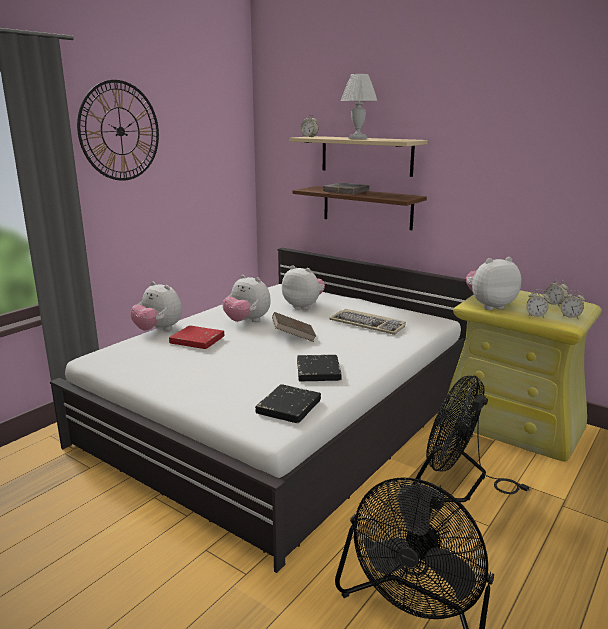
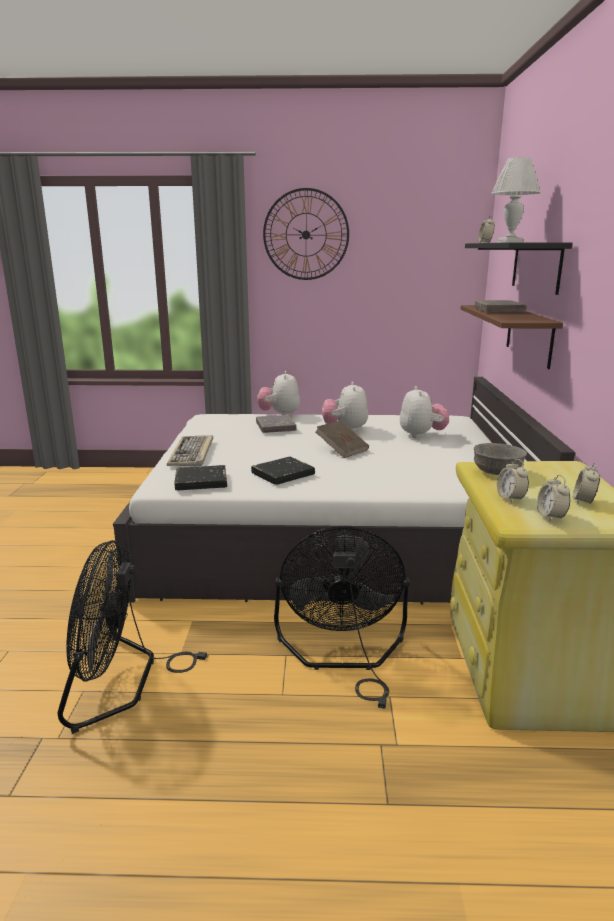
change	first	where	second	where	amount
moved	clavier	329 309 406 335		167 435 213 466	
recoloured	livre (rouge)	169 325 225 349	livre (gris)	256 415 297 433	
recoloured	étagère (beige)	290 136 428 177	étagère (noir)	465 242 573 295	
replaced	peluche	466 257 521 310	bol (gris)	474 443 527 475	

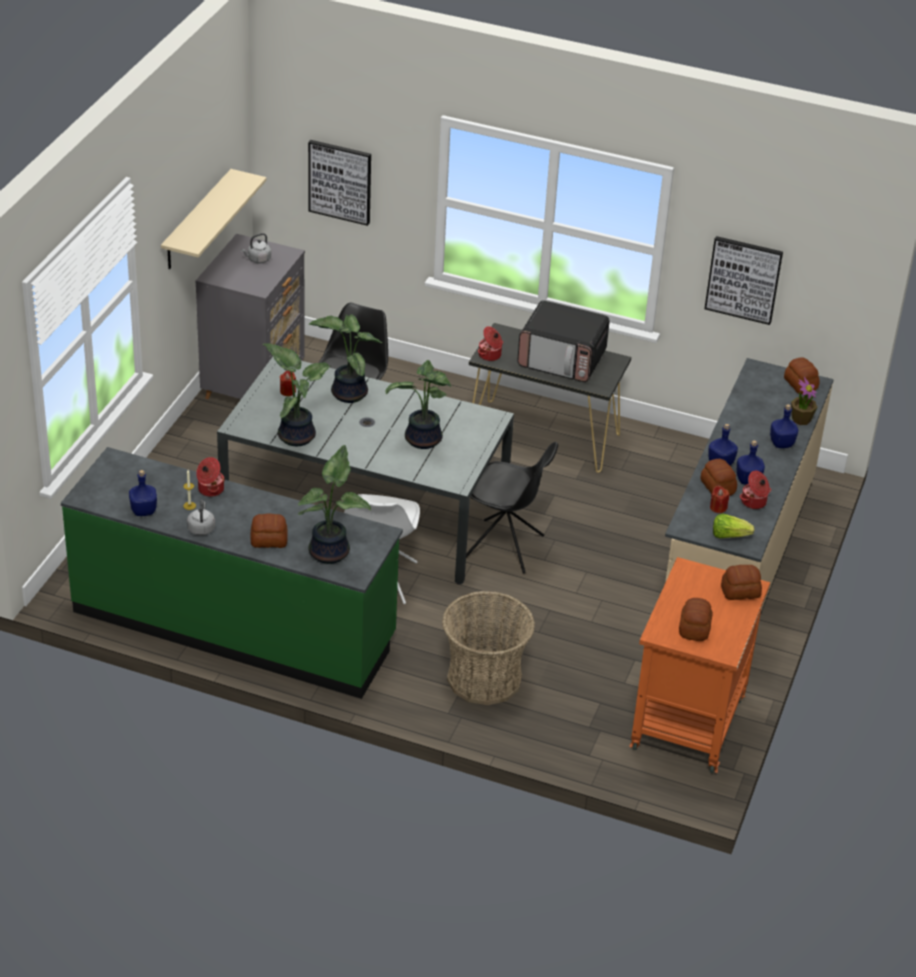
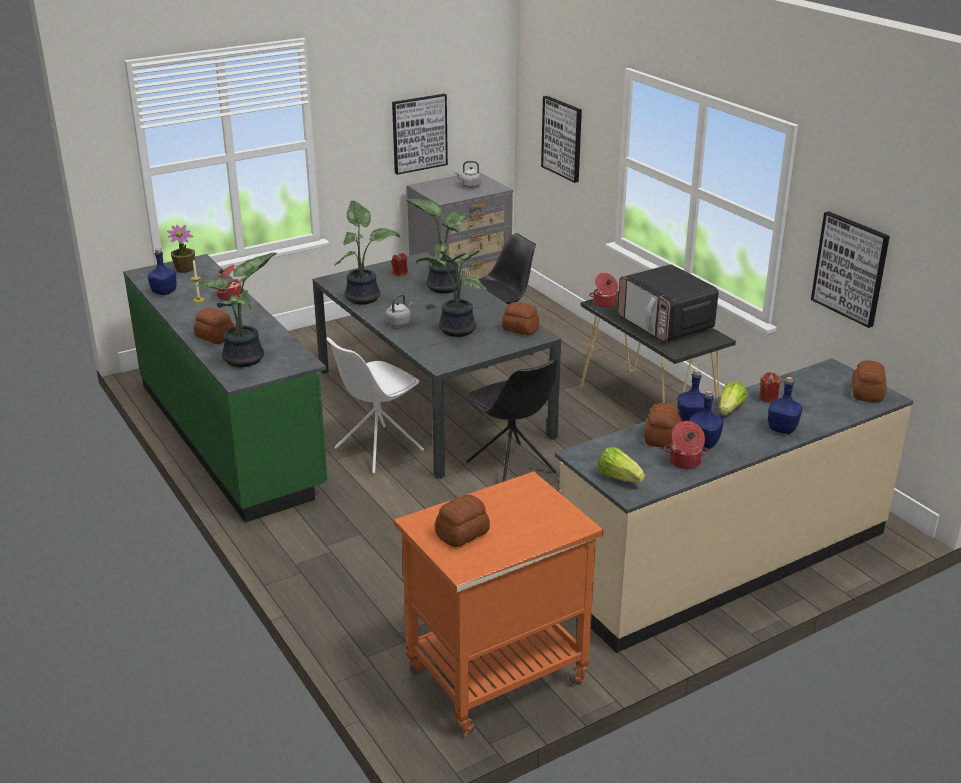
change	first	where	second	where	amount
moved	plante en pot	791 377 817 425		167 225 195 273	
moved	bouilloire (gris)	187 500 215 535		385 294 413 327	
replaced	étagère (beige)	161 169 267 269	tableau	392 94 448 175	
moved	pain	721 565 762 600		502 302 539 335	
added			laitue	719 381 748 415	
moved	bougie (rouge)	710 486 729 513		759 372 780 403	
removed	panier	442 591 535 705			

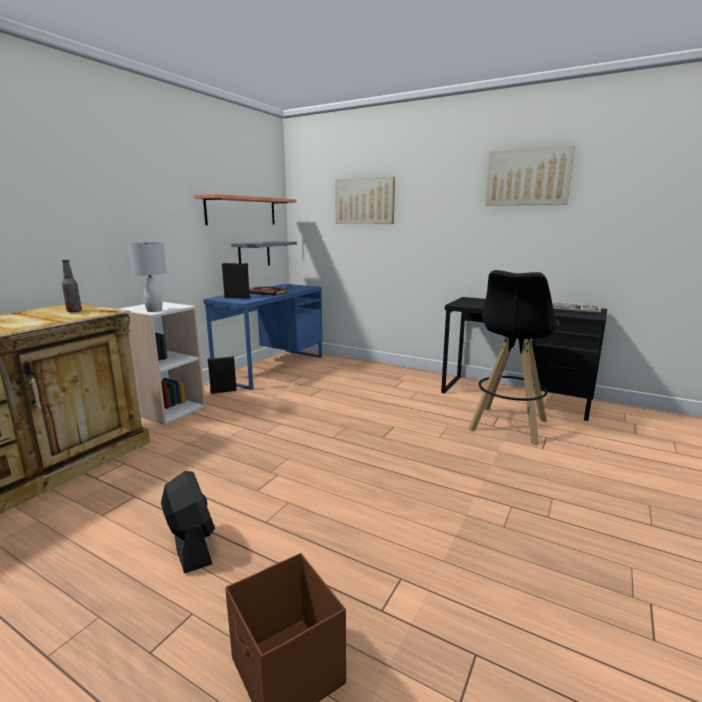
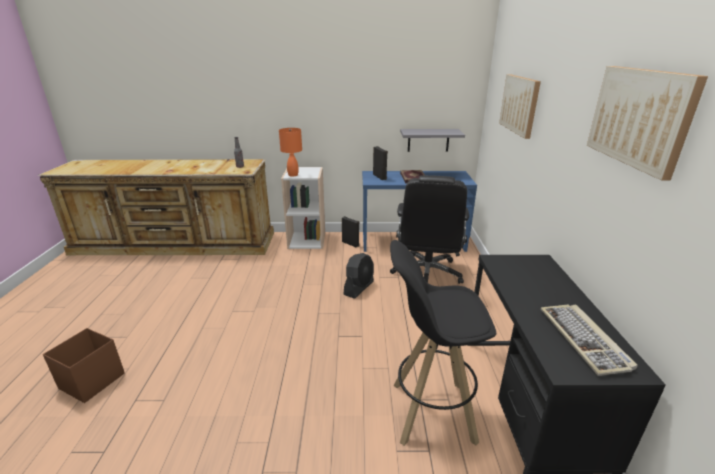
change	first	where	second	where	amount
recoloured	lampe de table (blanc)	128 242 167 312	lampe de table (orange)	279 128 302 177	
moved	ventilateur (noir)	161 471 215 574		343 253 374 299	
added			chaise de bureau (noir)	390 175 469 284	
removed	étagère	194 194 297 225			

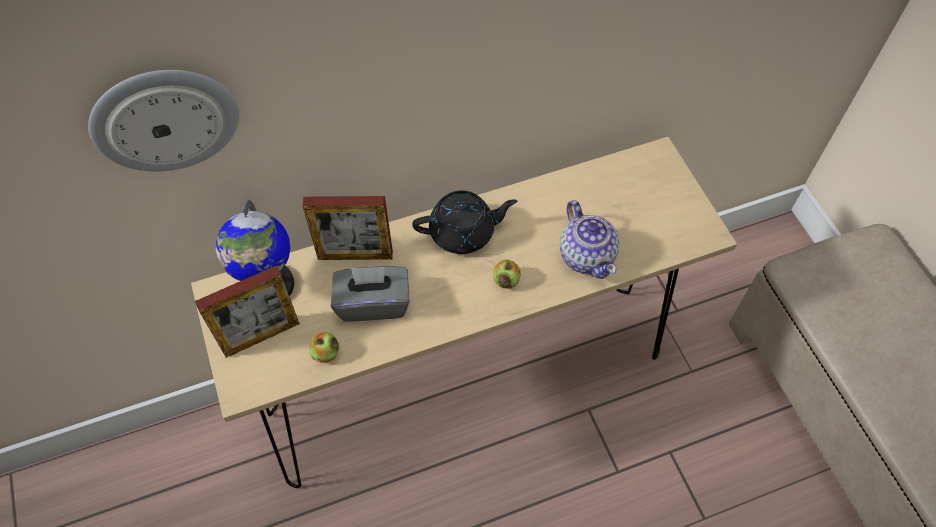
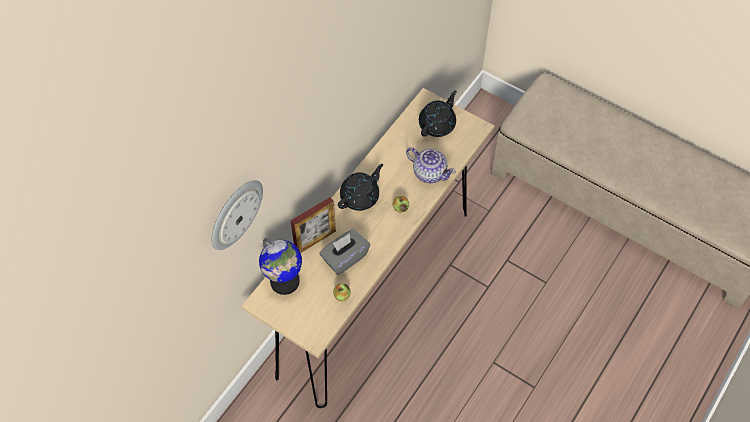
change	first	where	second	where	amount
added			théière (noir)	419 90 456 137	
removed	cadre photo	195 265 300 358			

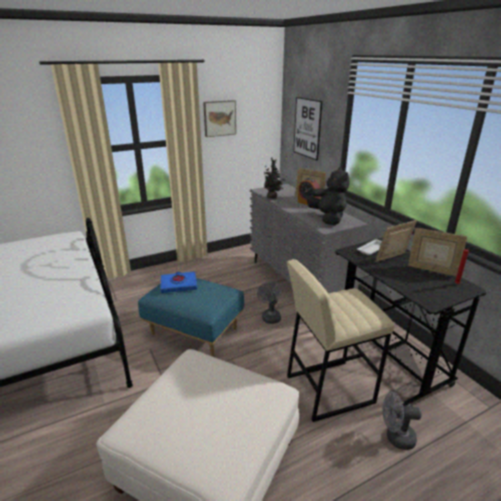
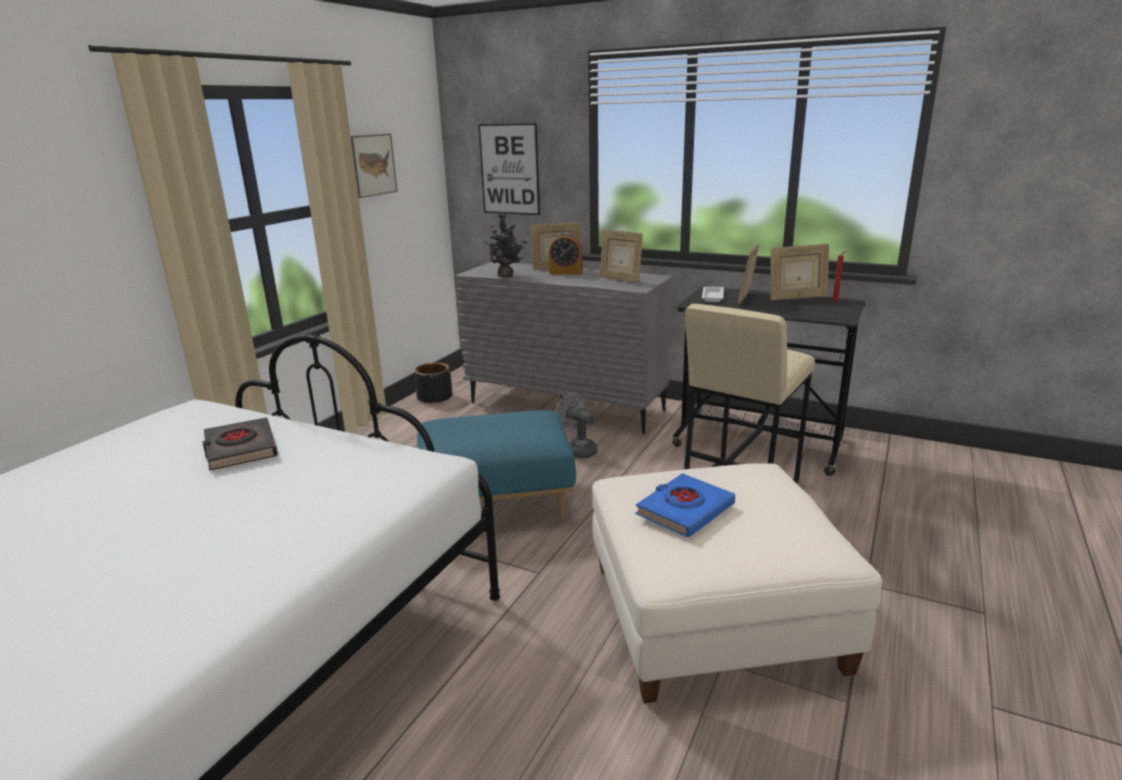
change	first	where	second	where	amount
added			livre (noir)	203 418 278 471	
added			cache-pot (noir)	414 362 453 403	
replaced	peluche (noir)	307 167 349 225	cadre photo	600 230 643 283	
moved	livre (bleu)	160 271 197 293		635 473 735 538	
removed	ventilateur (gris)	382 391 422 450			

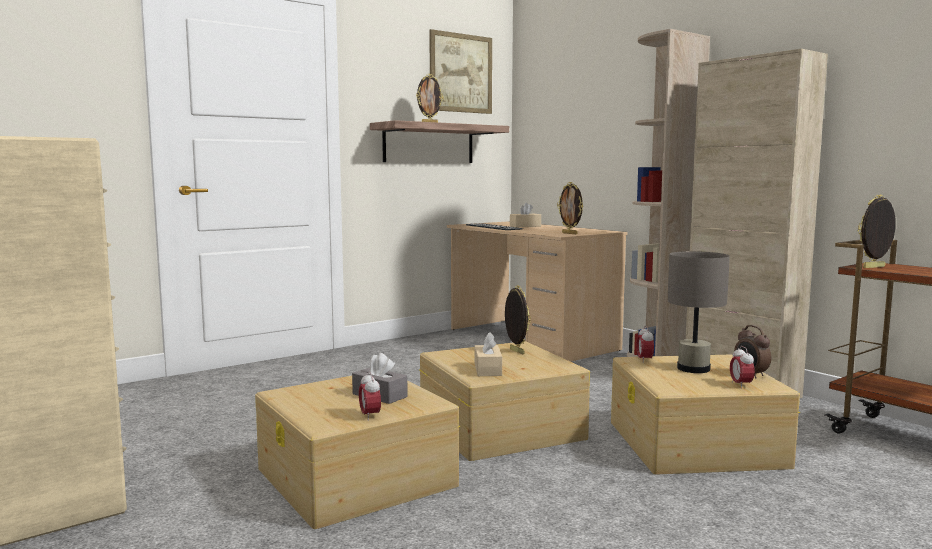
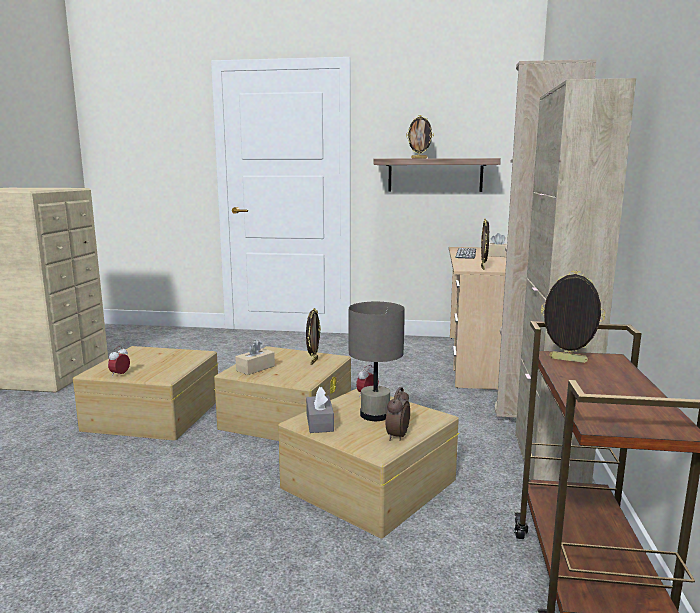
change	first	where	second	where	amount
moved	boîte à mouchoirs (gris)	352 353 408 404		306 387 334 433	
removed	tableau	429 29 492 114			
removed	réveil	730 346 755 389			

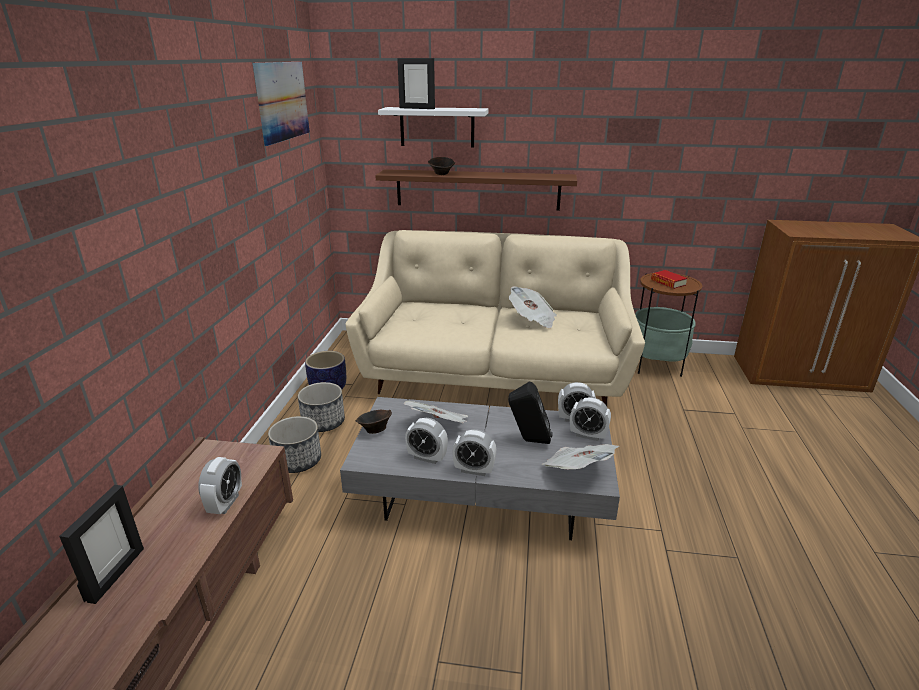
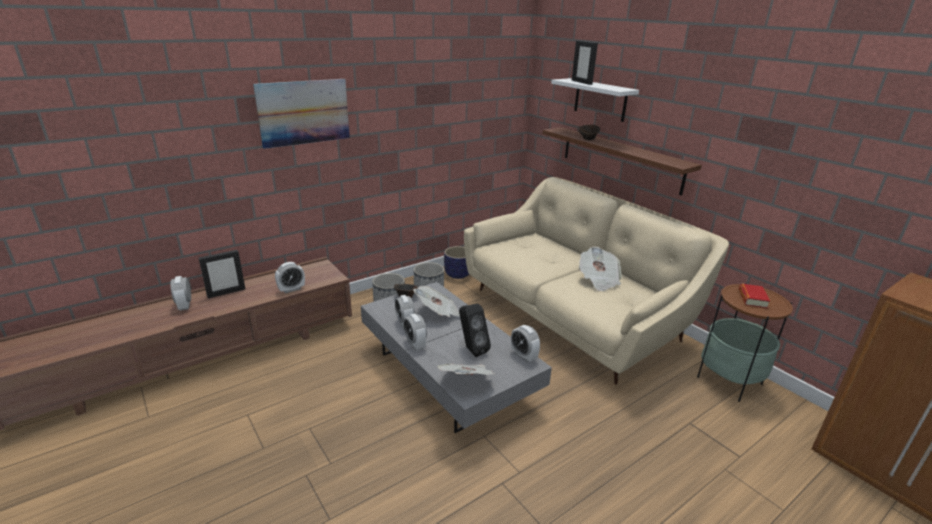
change	first	where	second	where	amount
moved	réveil	570 397 611 441		170 276 191 311	
moved	tableau	253 62 310 146		253 79 350 149	

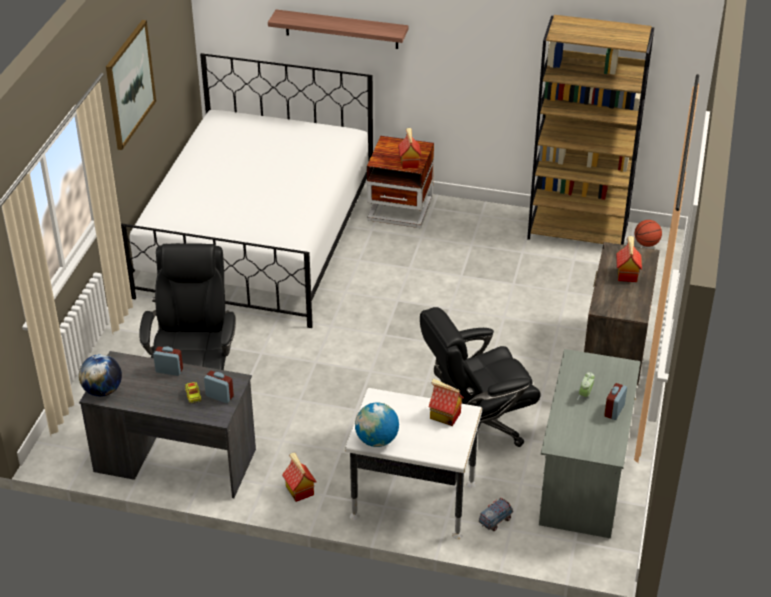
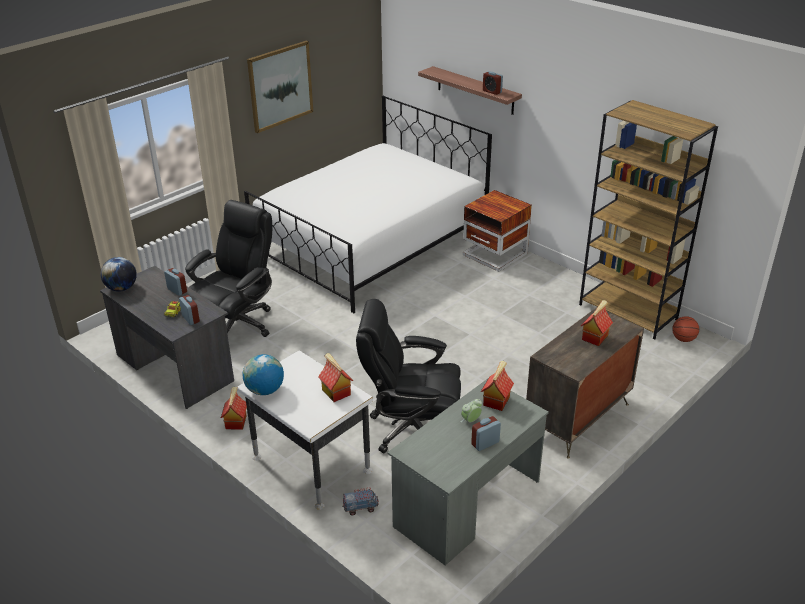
change	first	where	second	where	amount
moved	maison miniature	398 128 422 169		481 361 514 411	
added			réveil	483 71 503 95	

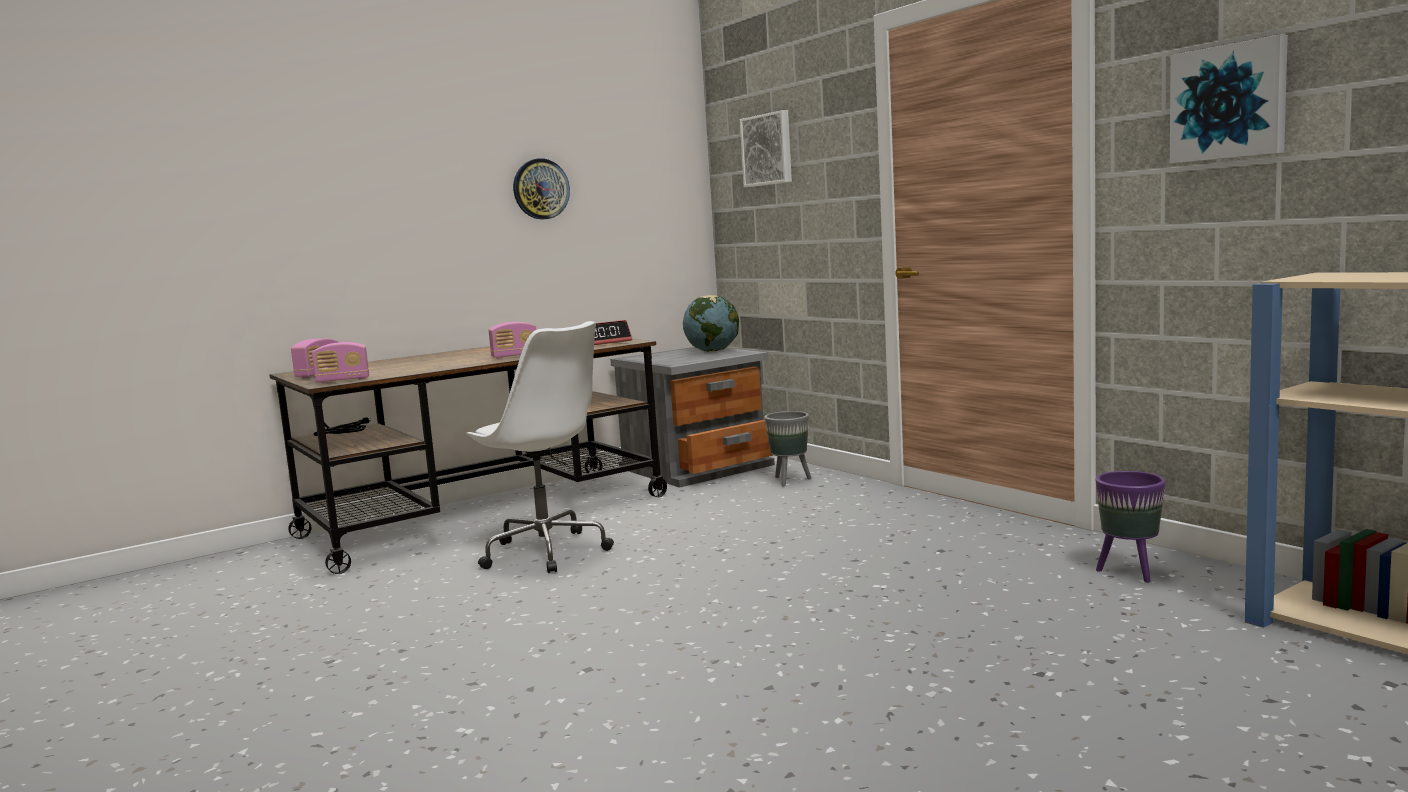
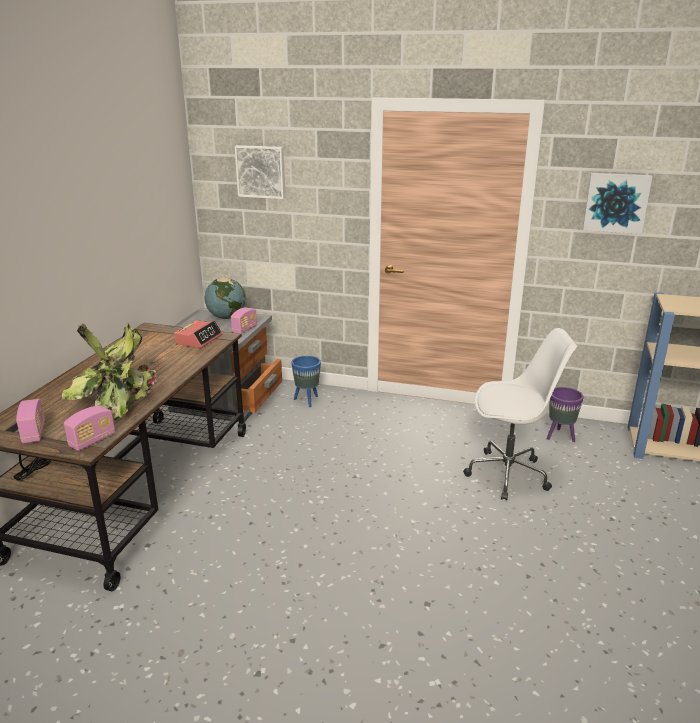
change	first	where	second	where	amount
added			plante en pot	62 324 157 420	
moved	radio	489 322 536 359		231 308 257 334	
recoloured	cache-pot (gris)	764 411 812 487	cache-pot (bleu)	291 356 321 407	
moved	chaise de bureau (blanc)	466 321 614 573		463 328 577 500	
removed	horloge murale	513 158 570 220			

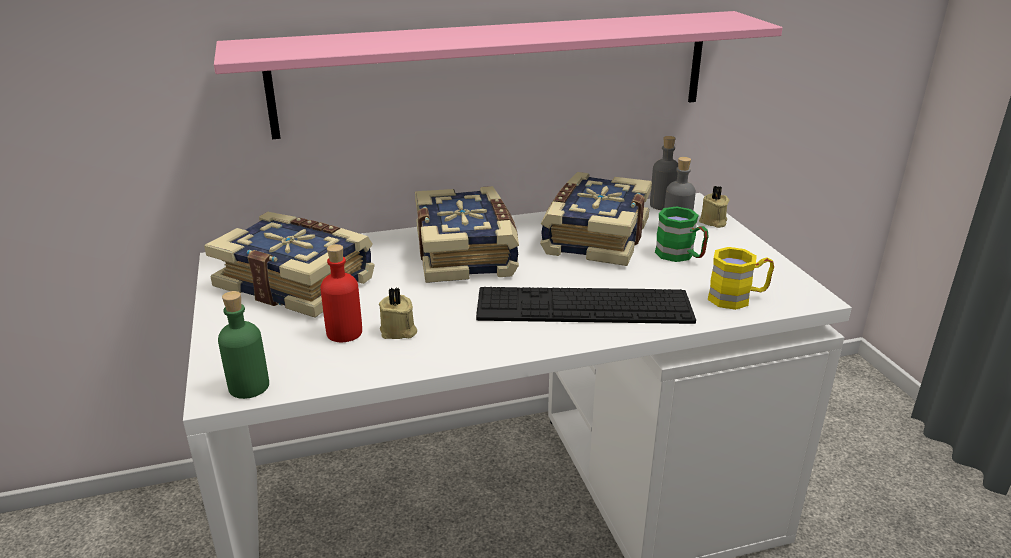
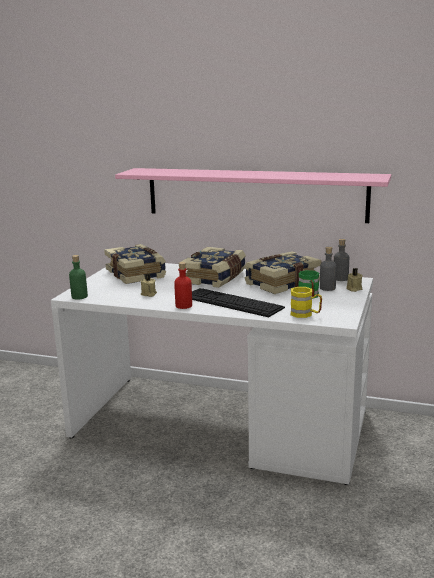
change	first	where	second	where	amount
moved	bouteille (rouge)	320 244 362 342		174 262 192 309	

